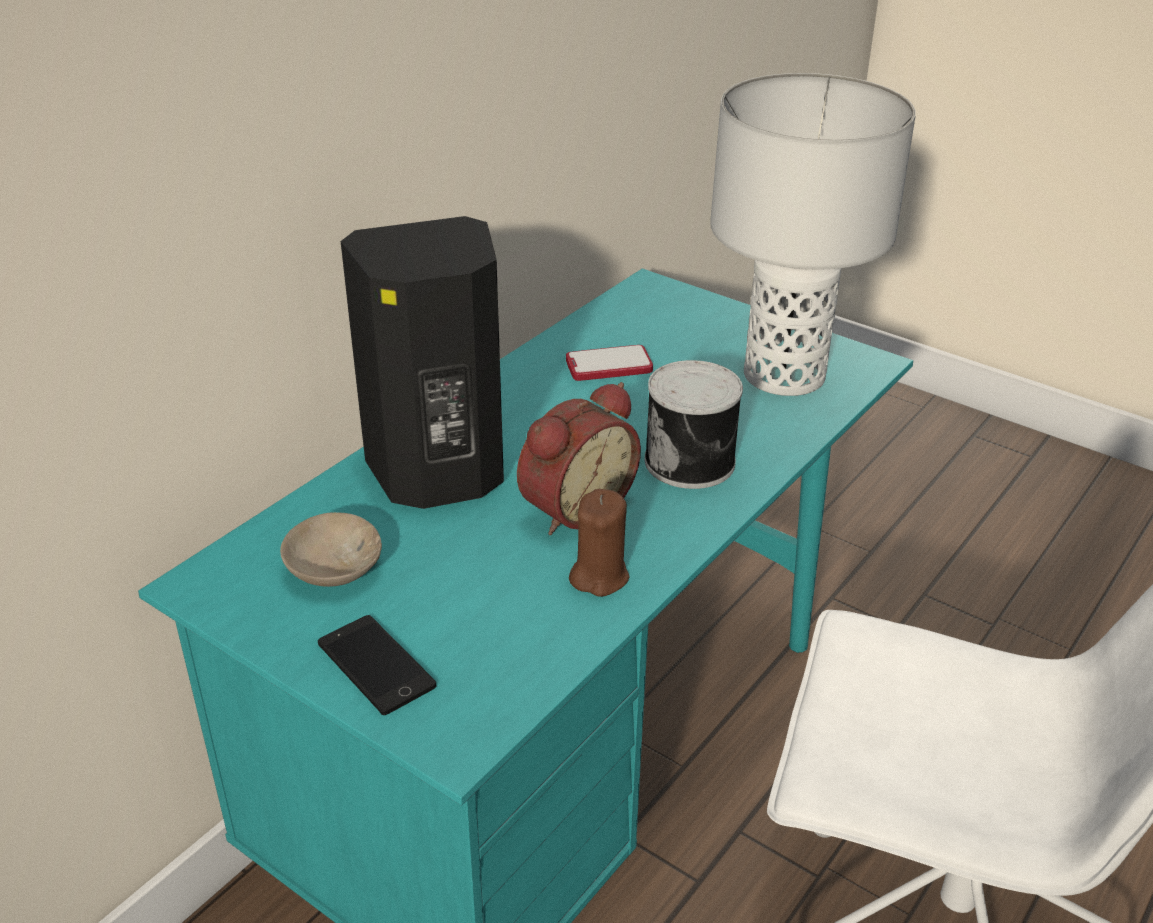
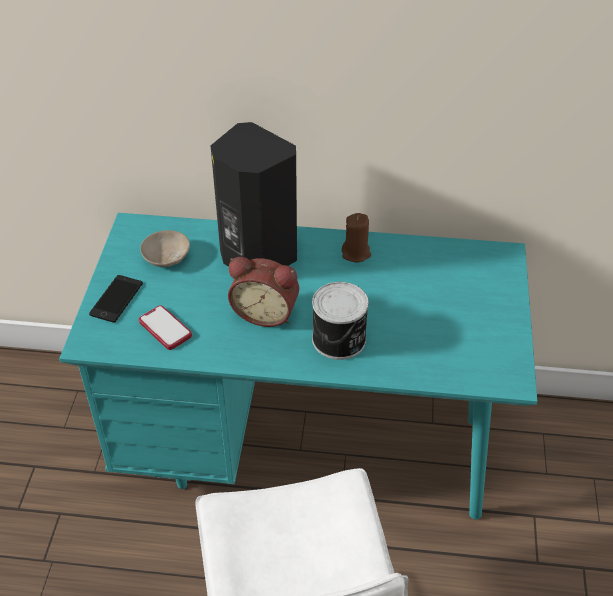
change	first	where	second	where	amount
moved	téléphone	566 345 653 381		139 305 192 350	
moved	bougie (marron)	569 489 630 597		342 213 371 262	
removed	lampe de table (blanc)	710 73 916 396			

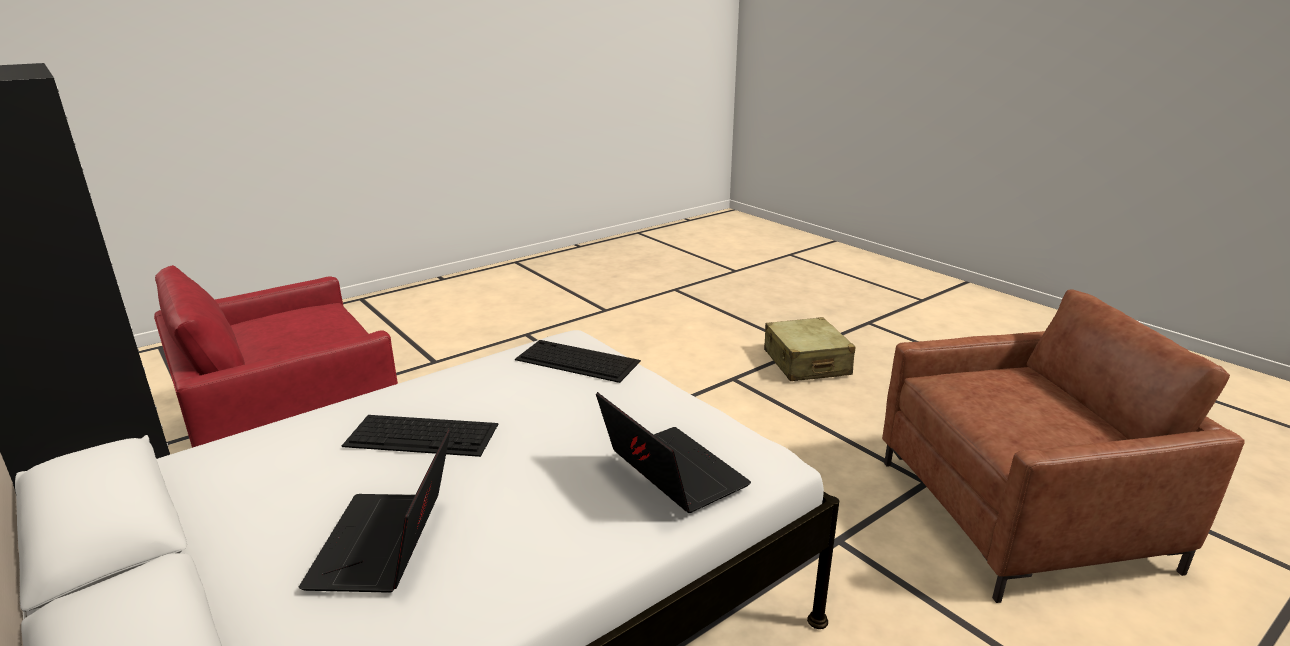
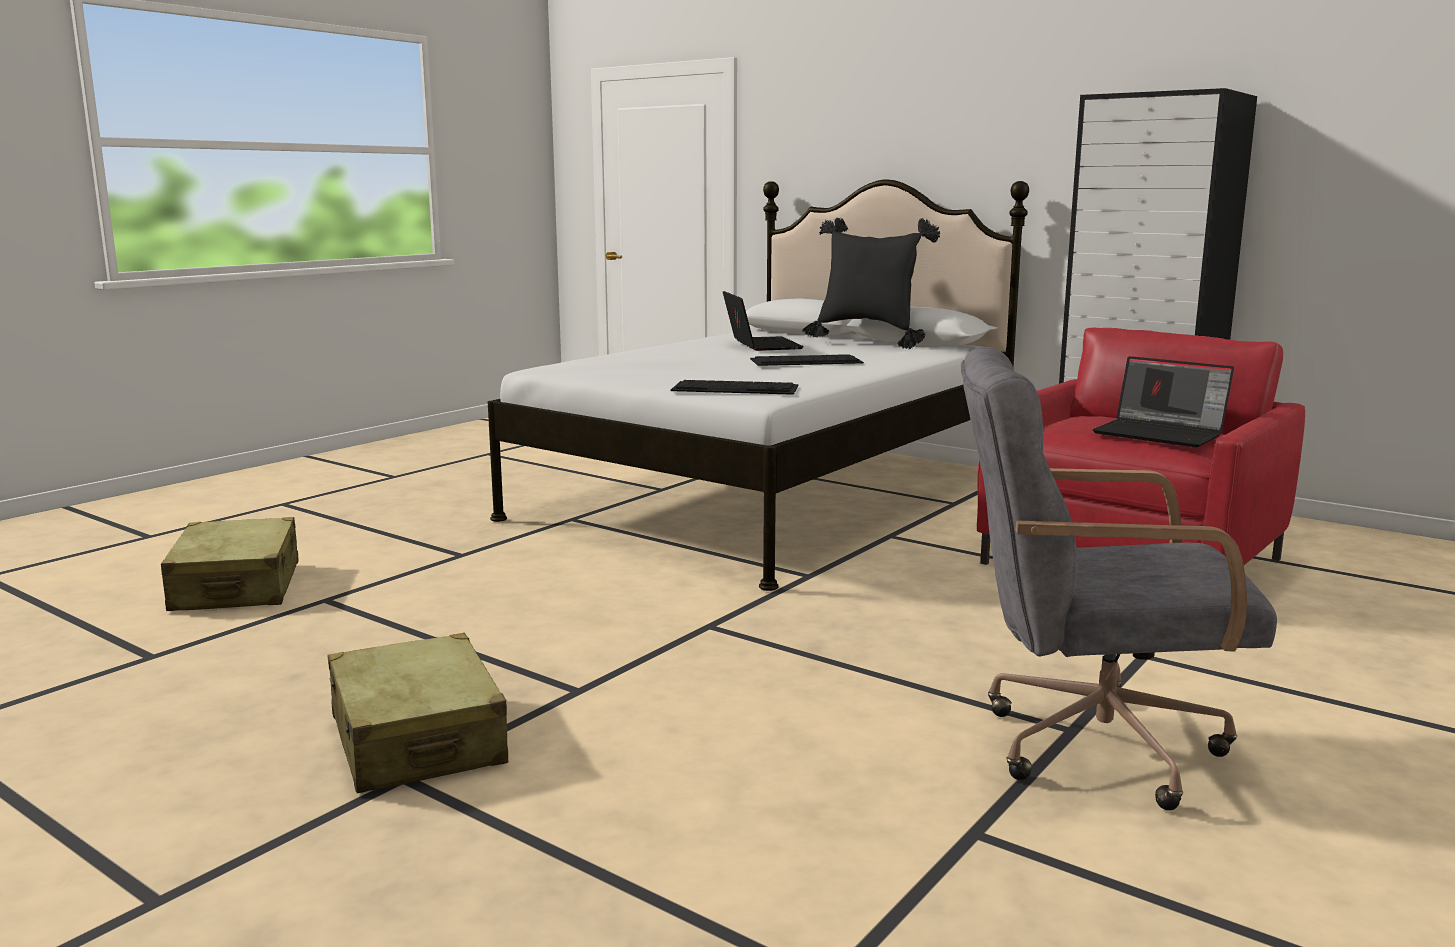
change	first	where	second	where	amount
replaced	fauteuil (marron)	882 289 1245 603	valise (beige)	161 517 299 611	
added			coussin (noir)	802 218 940 350	
added			chaise de bureau (gris)	961 347 1277 810	
moved	ordinateur portable	596 392 751 513		1092 356 1234 447	

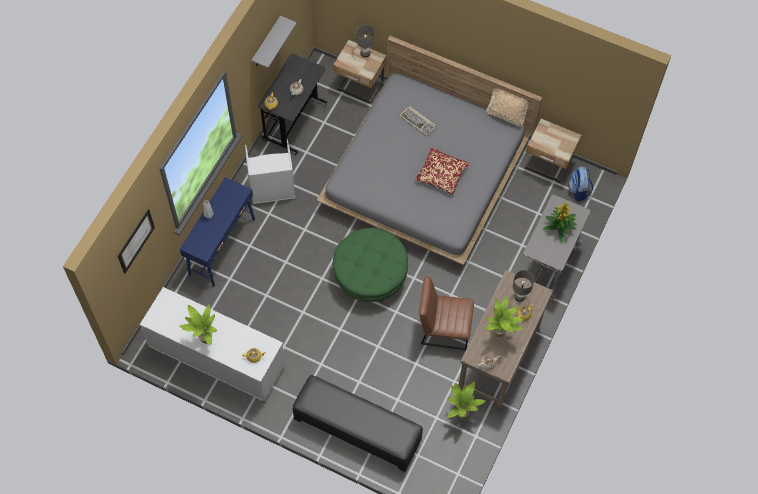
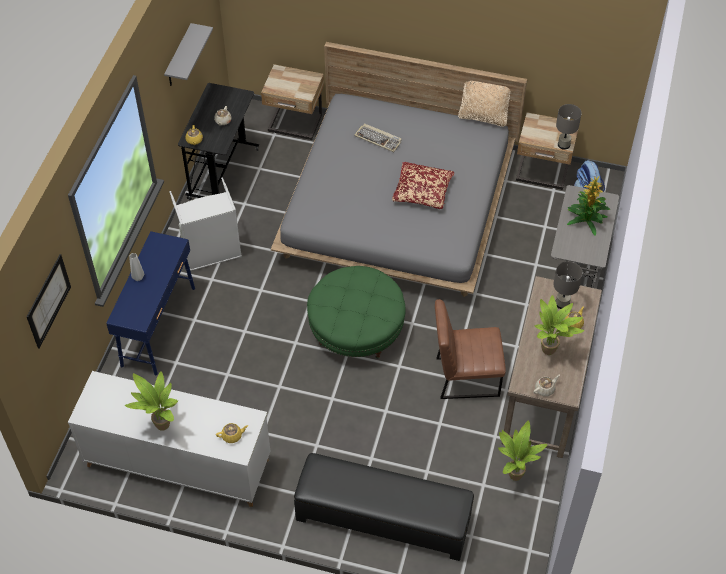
change	first	where	second	where	amount
moved	lampe de table (gris)	356 25 374 57		556 104 581 150	

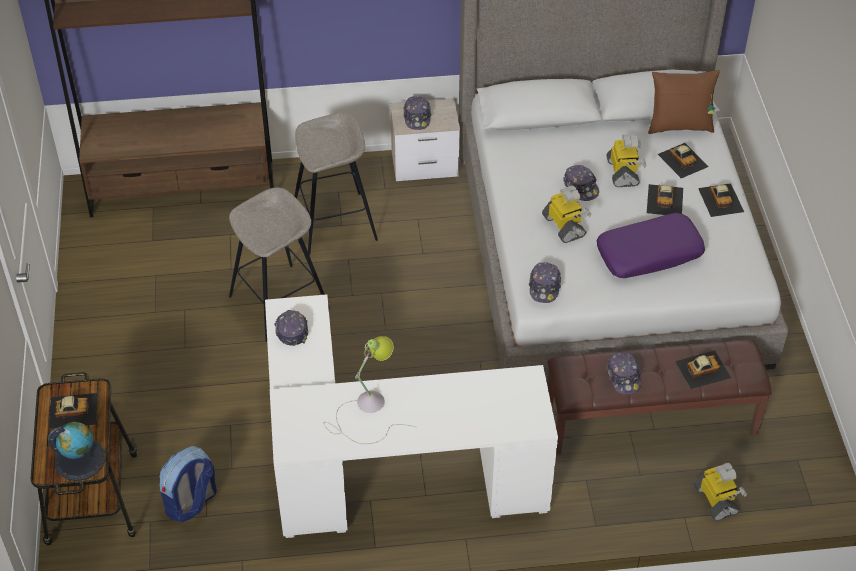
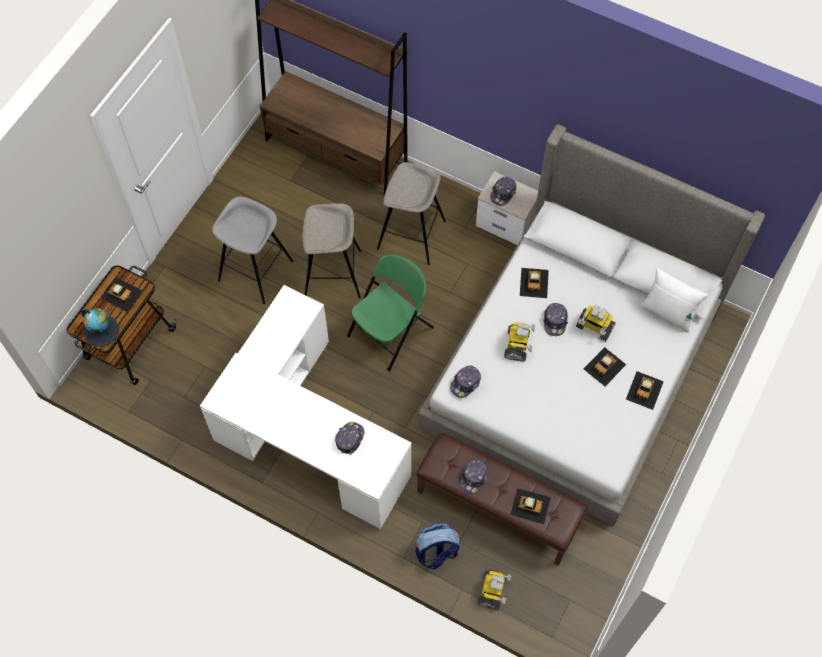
change	first	where	second	where	amount
added			tabouret (gris)	212 197 294 304	
moved	casquette	274 310 308 346		335 422 364 455	
added			chaise (vert)	347 255 434 372	
moved	sac à dos	159 446 217 523		415 523 460 569	
moved	petite voiture	658 143 709 178		520 268 549 298	
turned	robot jouet	606 134 646 187		576 305 616 341	90 degrees clockwise
recoloured	coussin (marron)	648 70 720 134	coussin (blanc)	640 268 708 333	
removed	lampe de table	323 336 417 444			
removed	coussin (violet)	597 213 705 278			

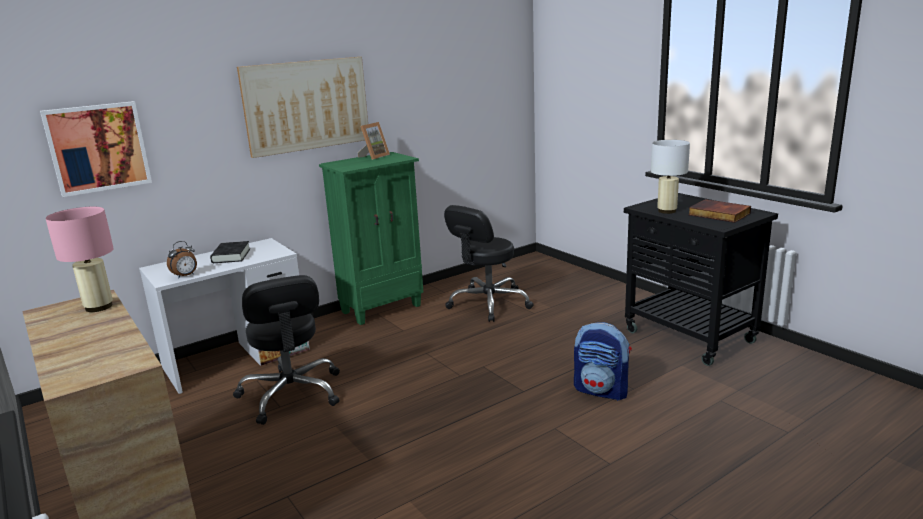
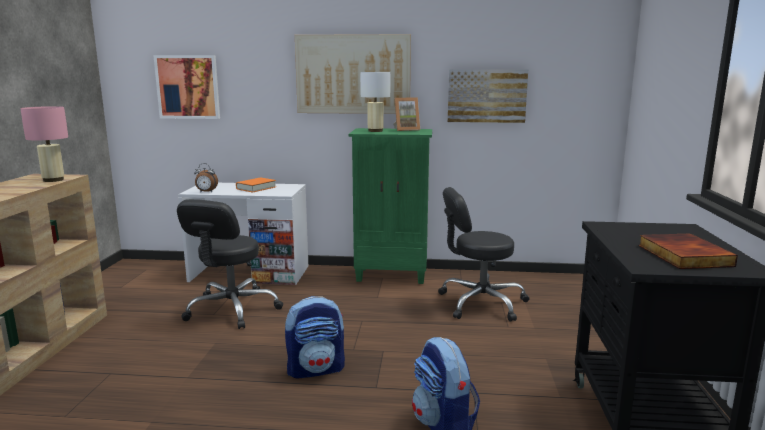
change	first	where	second	where	amount
recoloured	livre (noir)	210 241 250 263	livre (orange)	236 177 276 193	
added			sac à dos	285 296 345 379	
moved	lampe de table (blanc)	651 140 690 214		360 72 390 132	
added			tableau	448 69 528 123	

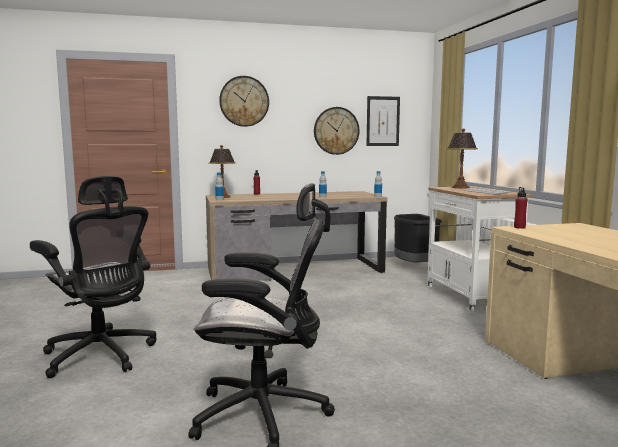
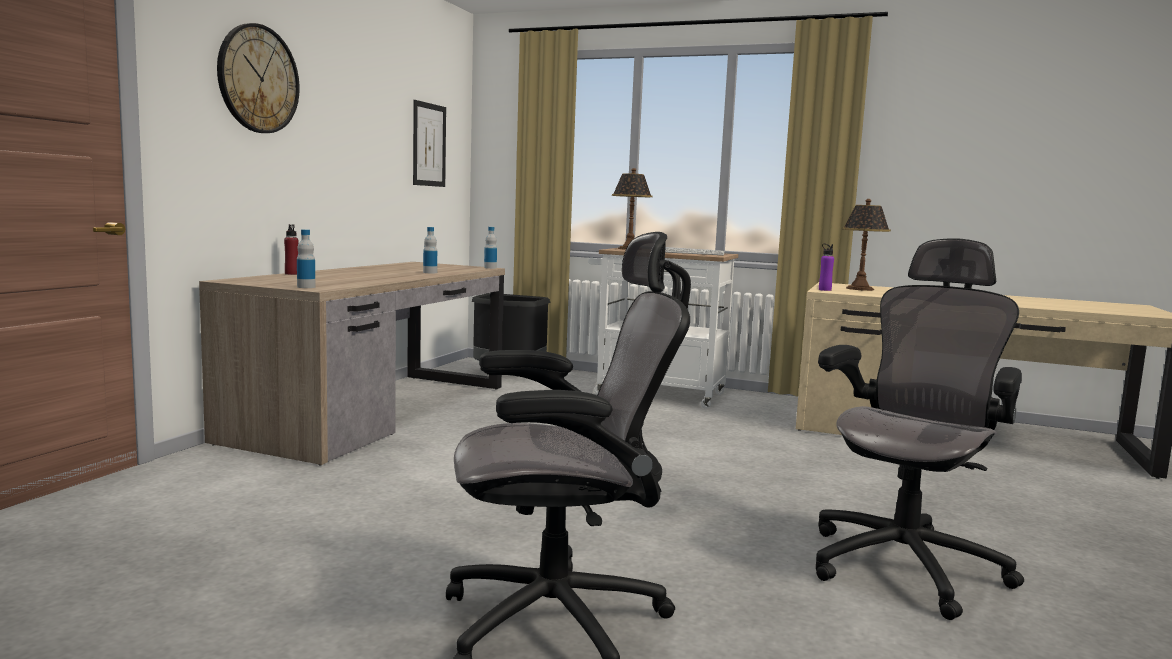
change	first	where	second	where	amount
recoloured	bouteille (rouge)	514 187 527 229	bouteille (violet)	819 244 834 291	
moved	lampe de table	209 145 235 198		842 199 891 291	
removed	horloge murale	314 107 360 155			

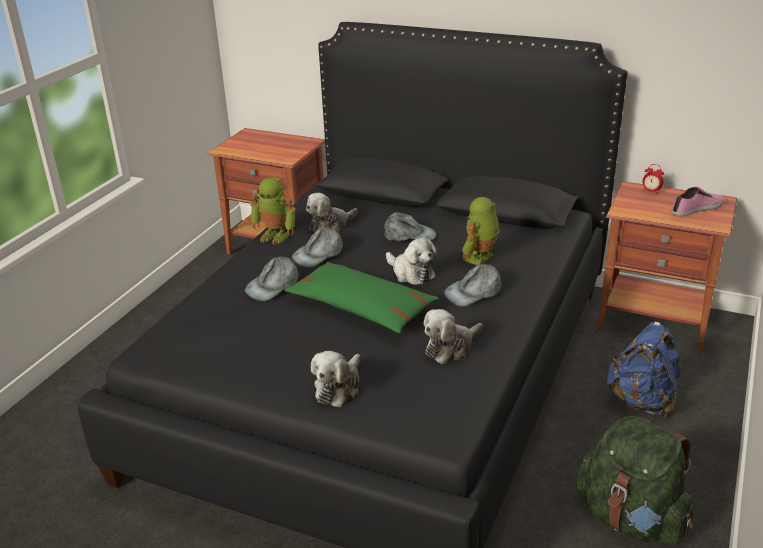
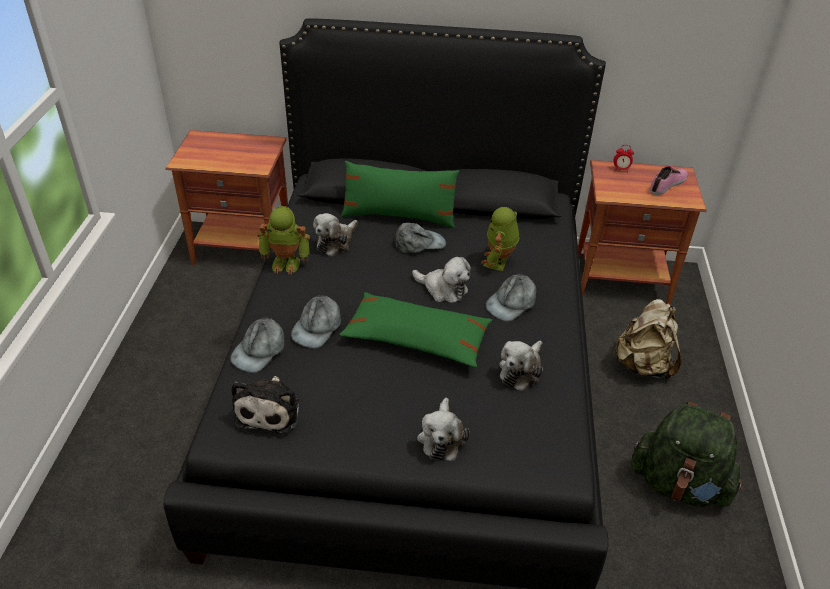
change	first	where	second	where	amount
moved	casquette (gris)	292 226 343 268		230 316 284 373	
added			peluche	231 376 299 434	
added			coussin (vert)	341 161 459 228	
recoloured	sac à dos (bleu)	606 322 681 418	sac à dos (beige)	613 299 681 380	

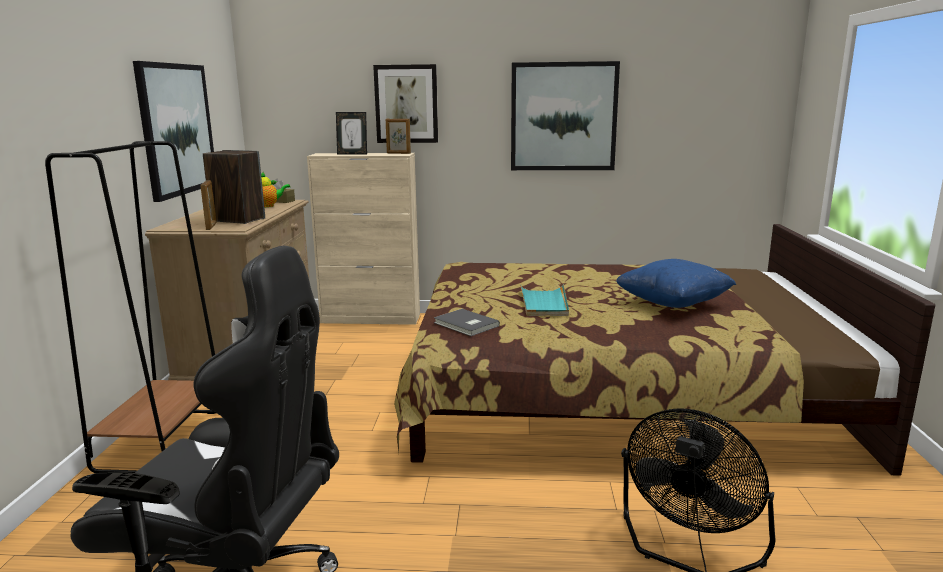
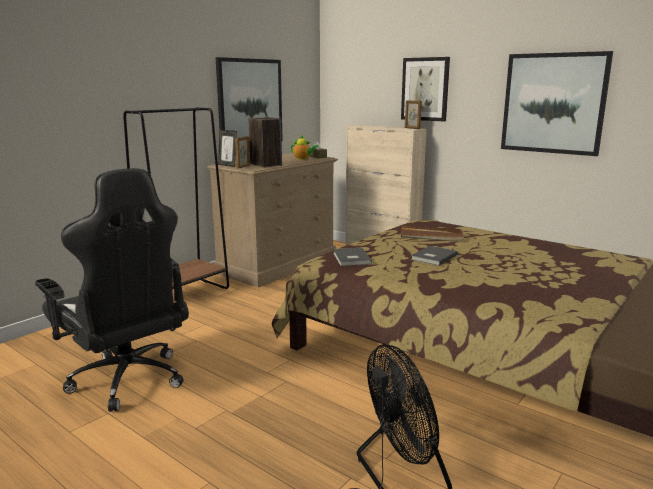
change	first	where	second	where	amount
moved	cadre photo	336 112 367 155		218 130 237 167	
added			plateau (marron)	401 225 464 242	
replaced	plateau (turquoise)	520 284 569 316	livre (gris)	411 246 458 266	
removed	coussin (bleu)	616 259 736 308			

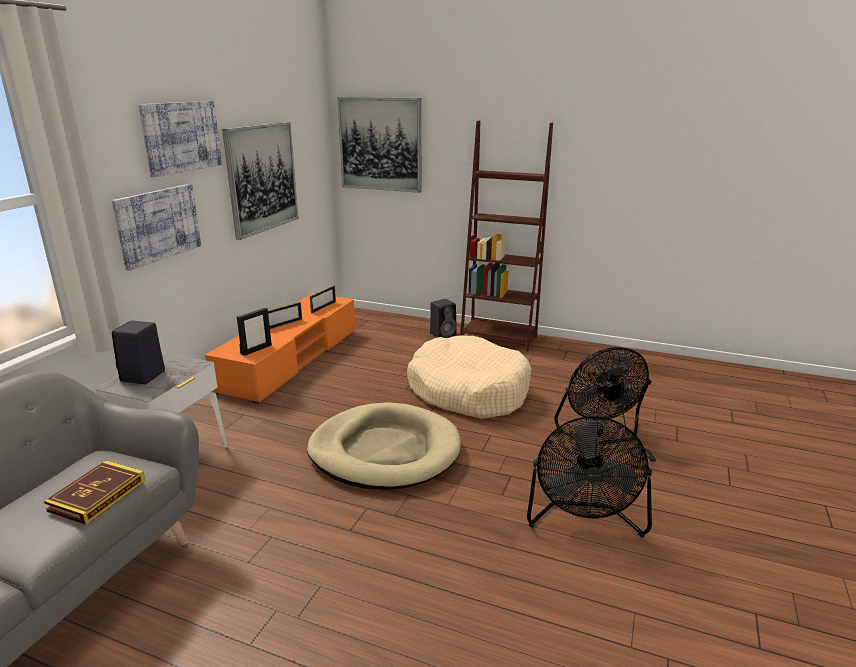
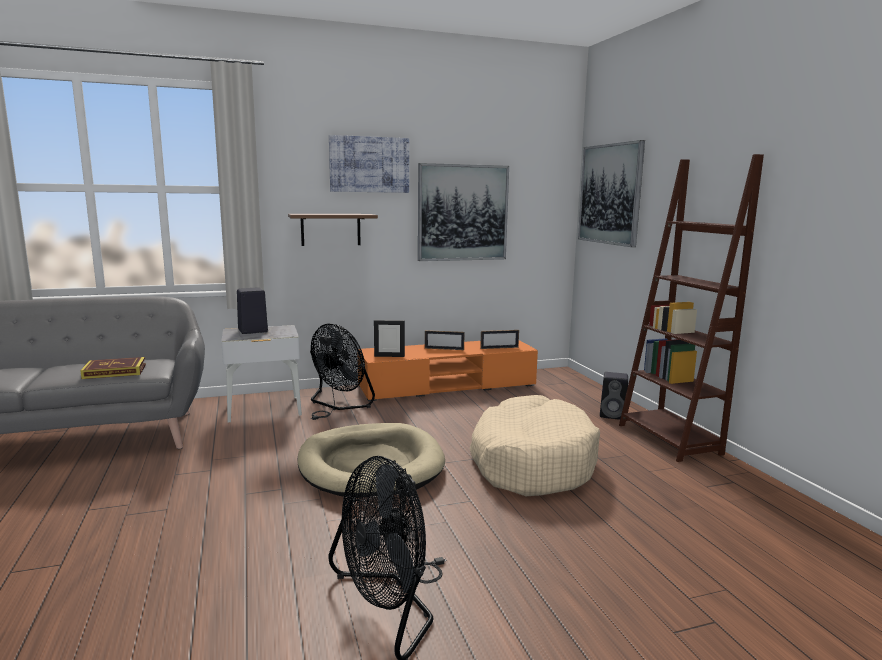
change	first	where	second	where	amount
replaced	tableau	112 184 201 271	étagère	288 214 378 246	
moved	ventilateur (noir)	554 347 656 462		310 324 375 420	

